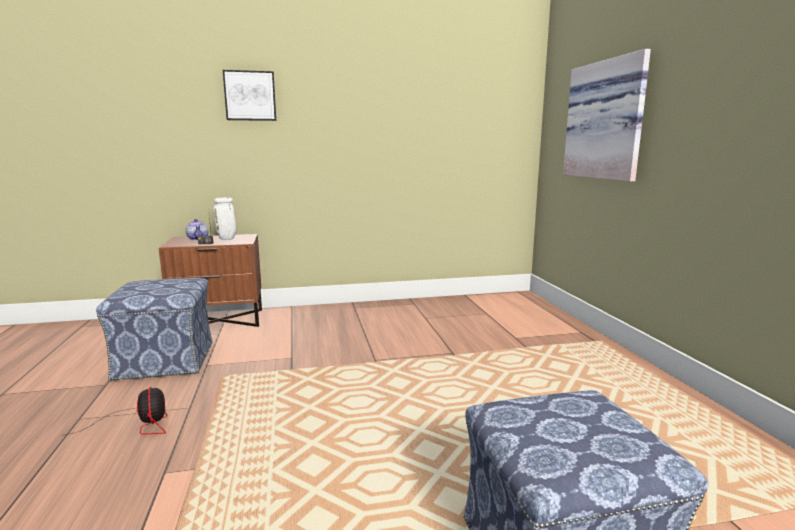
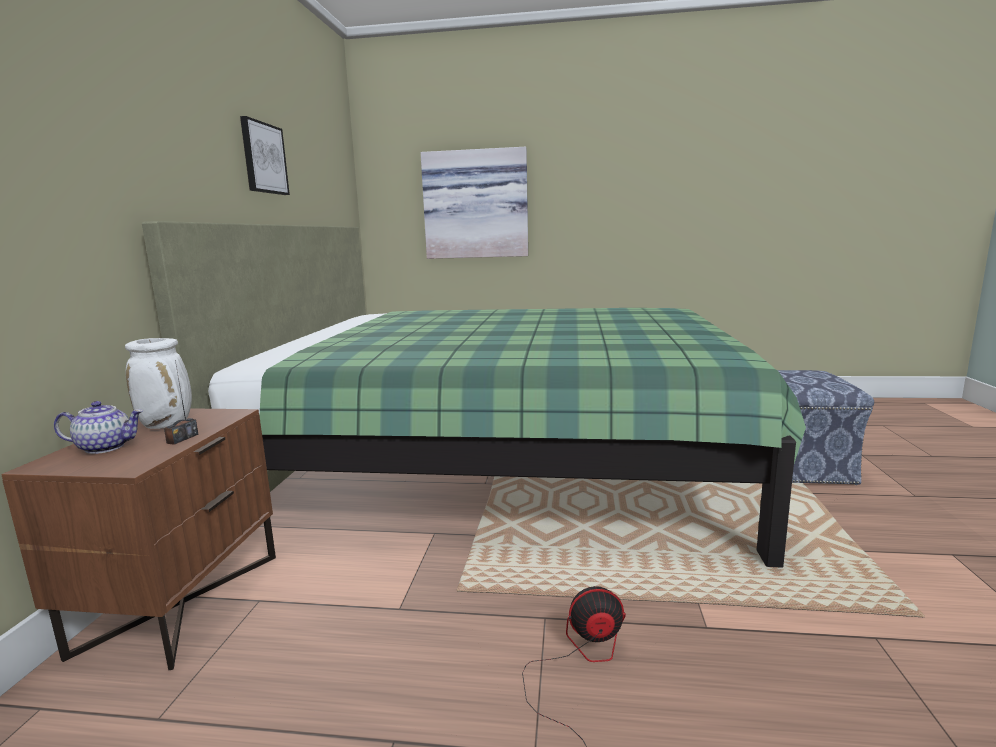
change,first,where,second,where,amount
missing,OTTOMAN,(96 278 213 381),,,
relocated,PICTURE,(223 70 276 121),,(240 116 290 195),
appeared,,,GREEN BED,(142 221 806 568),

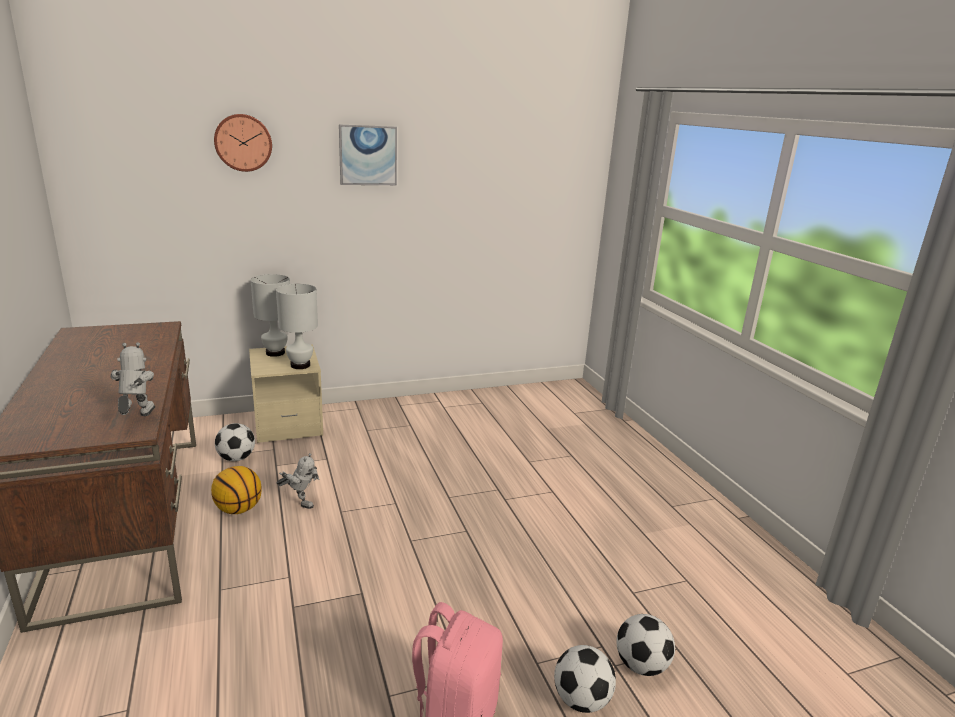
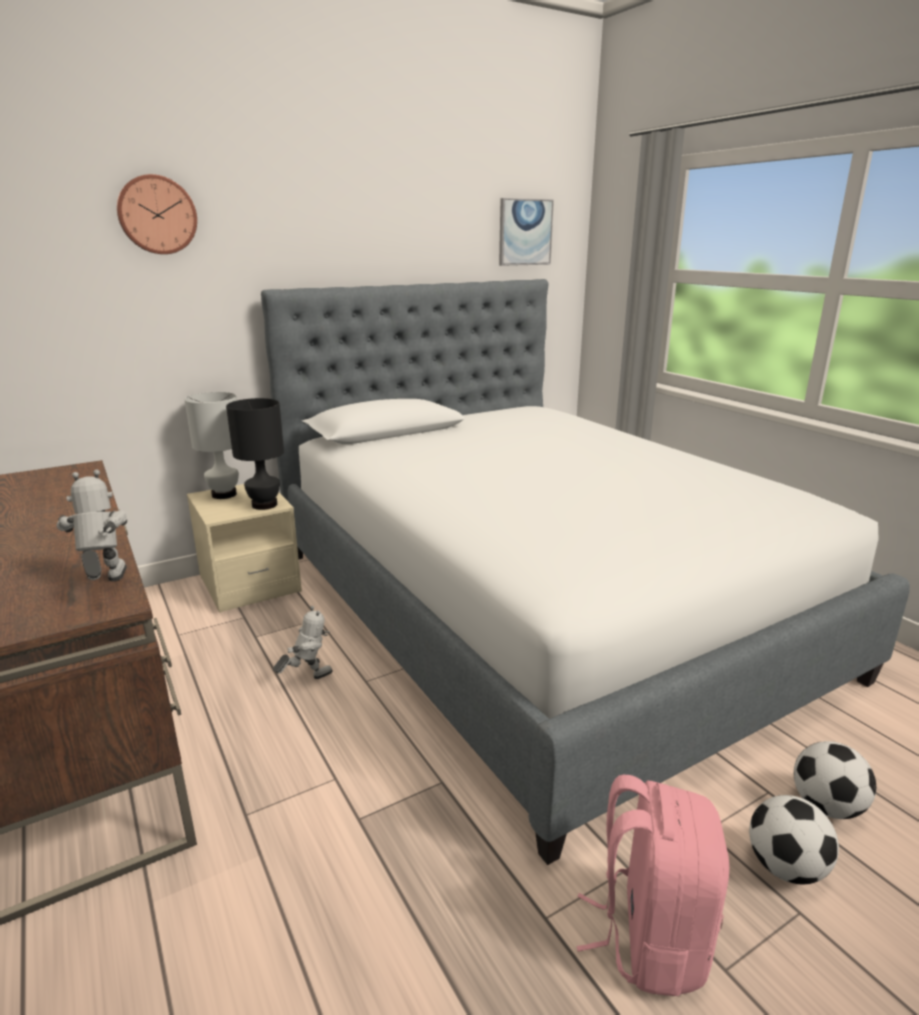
change,first,where,second,where,amount
missing,BASKETBALL,(211 466 261 514),,,
missing,FOOTBALL,(215 423 255 461),,,
colour,WHITE TABLE LAMP,(276 284 318 369),BLACK TABLE LAMP,(226 398 284 510),
spun,TOY ROBOT,(277 453 319 509),,(273 606 333 679),45 degrees counterclockwise
relocated,PICTURE,(339 124 397 185),,(499 198 554 266),
appeared,,,BED,(261 279 910 865),

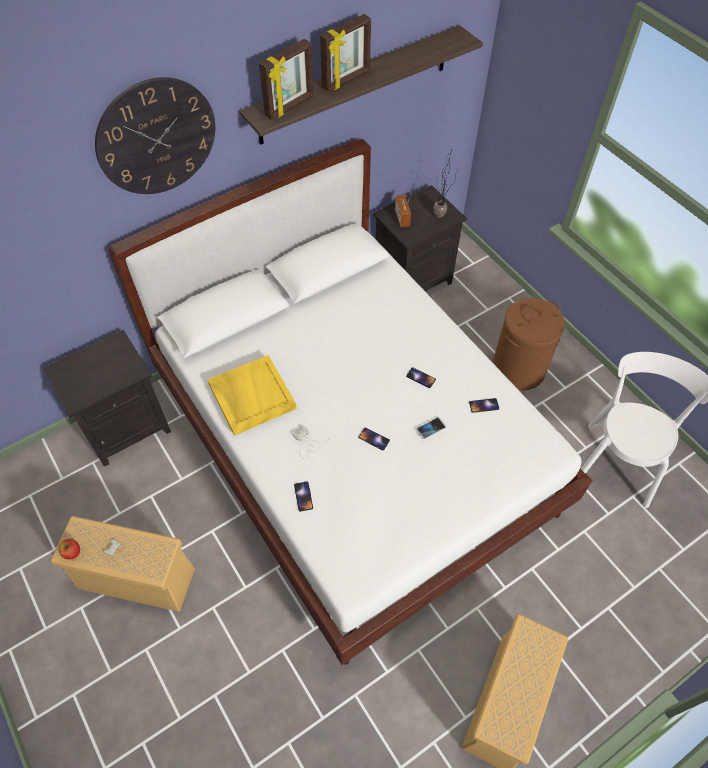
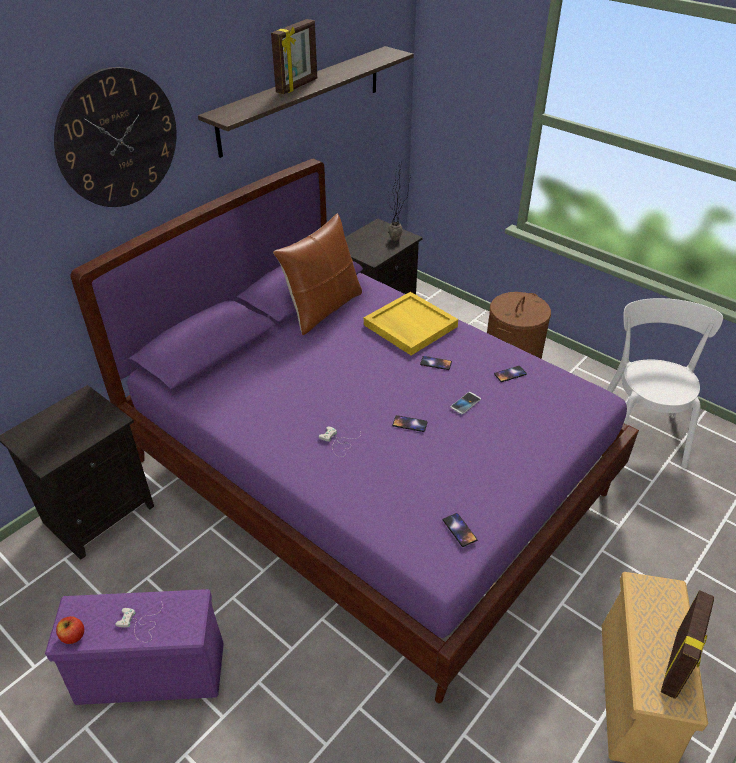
change,first,where,second,where,amount
colour,BEIGE STORAGE BOX,(50 516 195 612),PURPLE STORAGE BOX,(45 589 224 705),
colour,WHITE BED,(108 139 593 665),PURPLE BED,(70 159 639 703),
relocated,YELLOW TRAY,(208 355 297 436),,(364 292 458 356),
relocated,PICTURE FRAME,(259 39 314 120),,(661 590 714 699),
relocated,PHONE,(294 482 313 512),,(443 513 477 547),
missing,RADIO,(395 191 412 227),,,
appeared,,,BROWN PILLOW,(273 213 362 335),

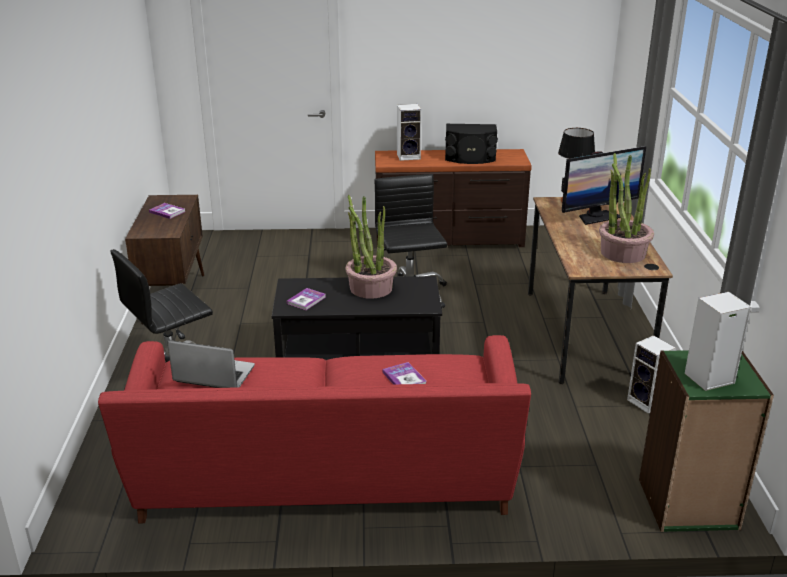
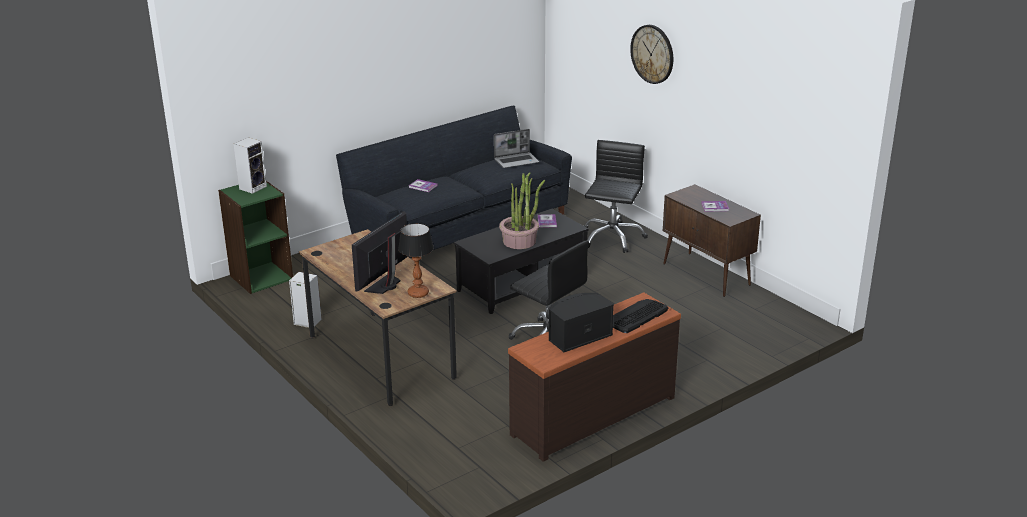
change,first,where,second,where,amount
colour,RED SOFA,(98 335 531 523),BLACK SOFA,(336 106 572 258),
exchanged,SPEAKER,(397 104 421 161),KEYBOARD,(613 299 668 333),
missing,POTTED PLANT,(599 153 654 263),,,
appeared,,,WALL CLOCK,(630 25 673 84),

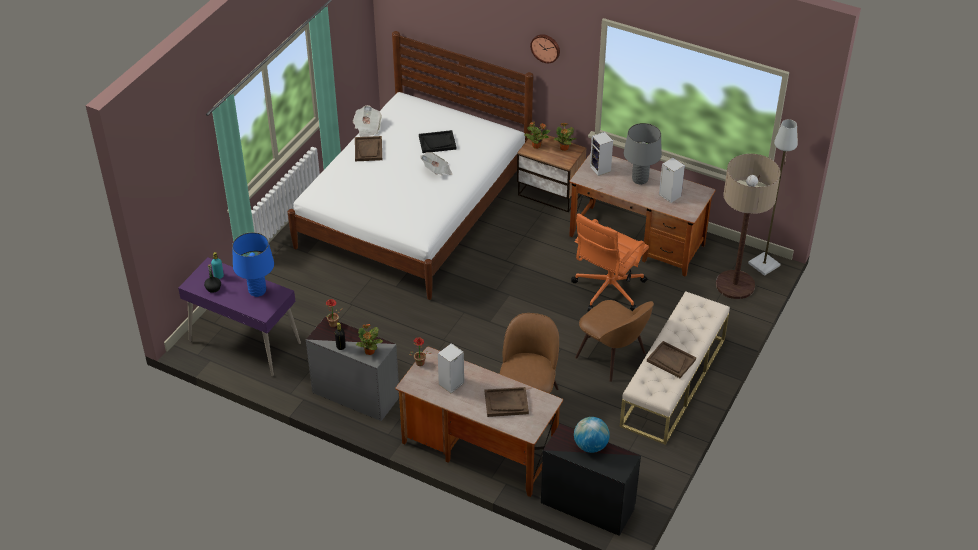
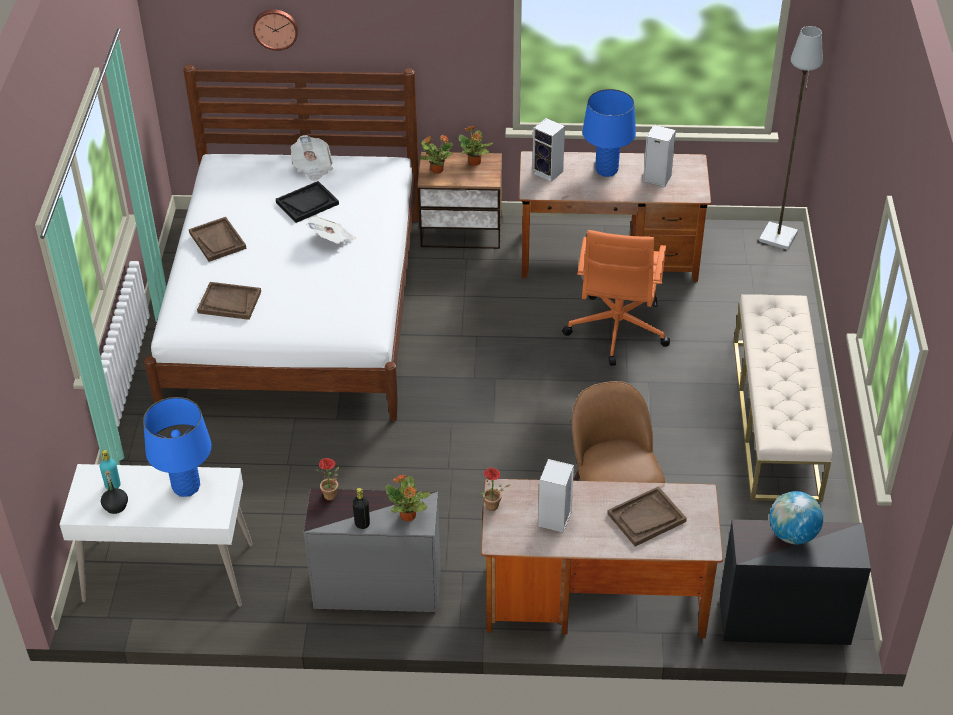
change,first,where,second,where,amount
colour,PURPLE DESK,(178 257 301 376),WHITE DESK,(60 464 253 607),
relocated,NEWSPAPER,(353 105 382 137),,(291 135 333 181),
relocated,WALL CLOCK,(530 34 560 63),,(253 9 298 51),
missing,BROWN CHAIR,(575 300 654 382),,,
colour,GREY TABLE LAMP,(624 123 662 185),BLUE TABLE LAMP,(582 89 636 177),
relocated,BROWN TRAY,(647 341 696 378),,(197 282 261 320),
missing,FLOOR LAMP,(716 154 781 299),,,

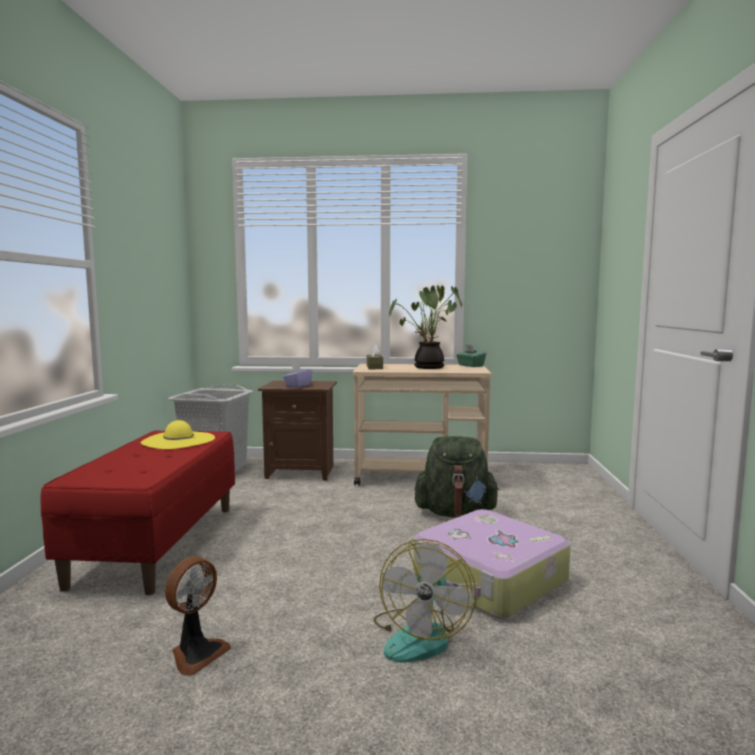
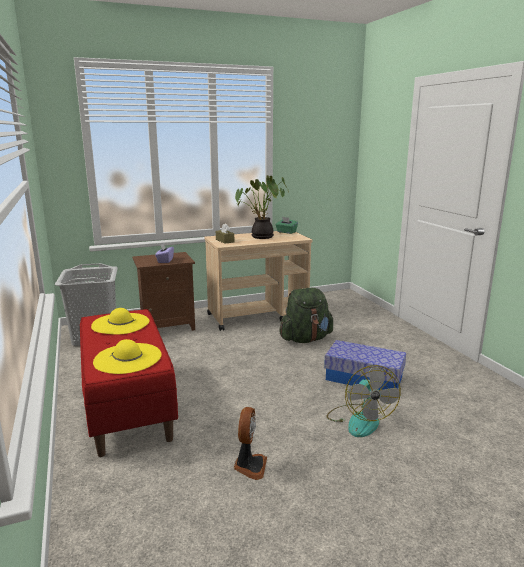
change,first,where,second,where,amount
exchanged,SUITCASE,(413 509 571 619),STORAGE BOX,(324 340 406 390),
appeared,,,YELLOW HAT,(93 339 162 374),

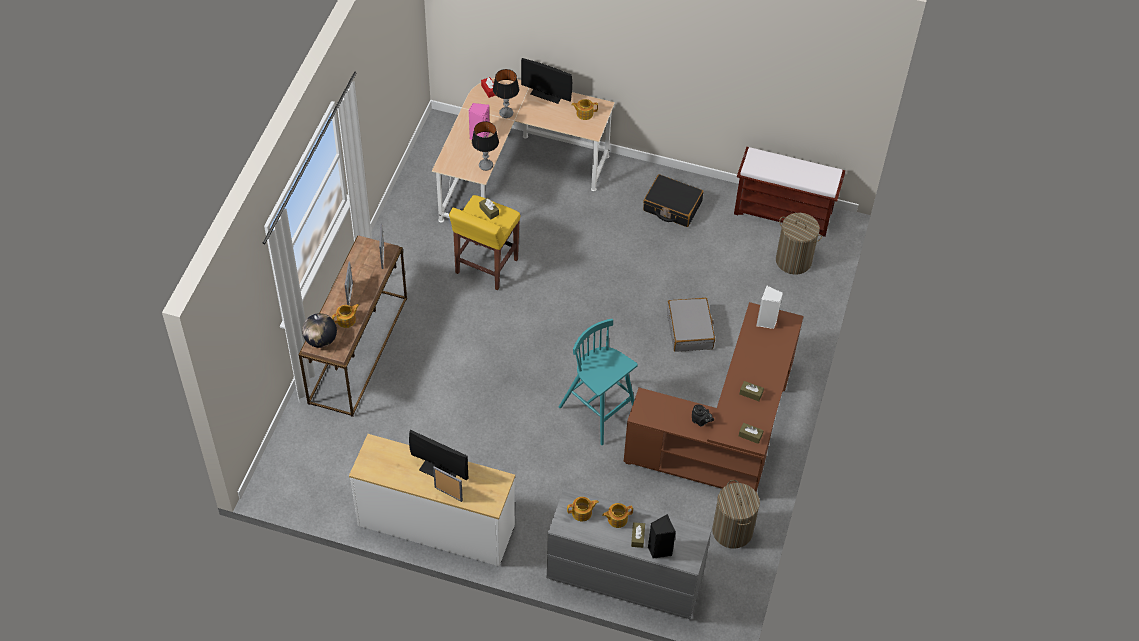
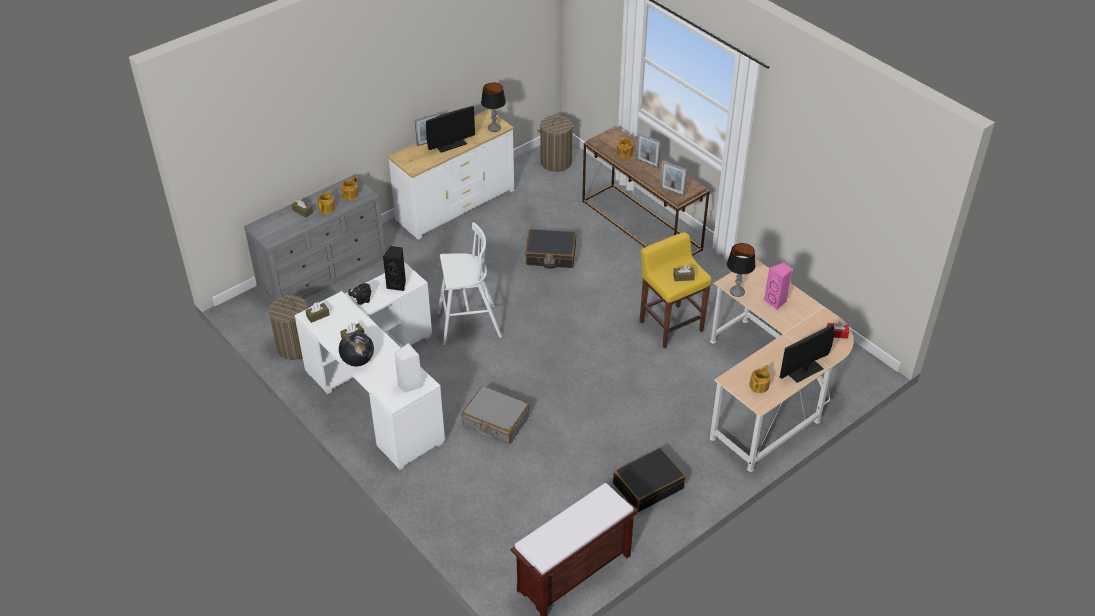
change,first,where,second,where,amount
relocated,GLOBE,(302 313 337 348),,(339 332 374 367),
relocated,TABLE LAMP,(493 69 519 118),,(481 83 506 132),
colour,TURQUOISE STOOL,(559 319 638 445),WHITE STOOL,(437 222 502 345),
colour,BROWN DESK,(623 302 803 492),WHITE DESK,(295 263 445 470),
relocated,BLACK SPEAKER,(648 514 676 559),,(383 246 406 291),
relocated,LAUNDRY BASKET,(776 213 822 275),,(537 115 575 172),
appeared,,,BLACK SUITCASE,(525 229 576 269),

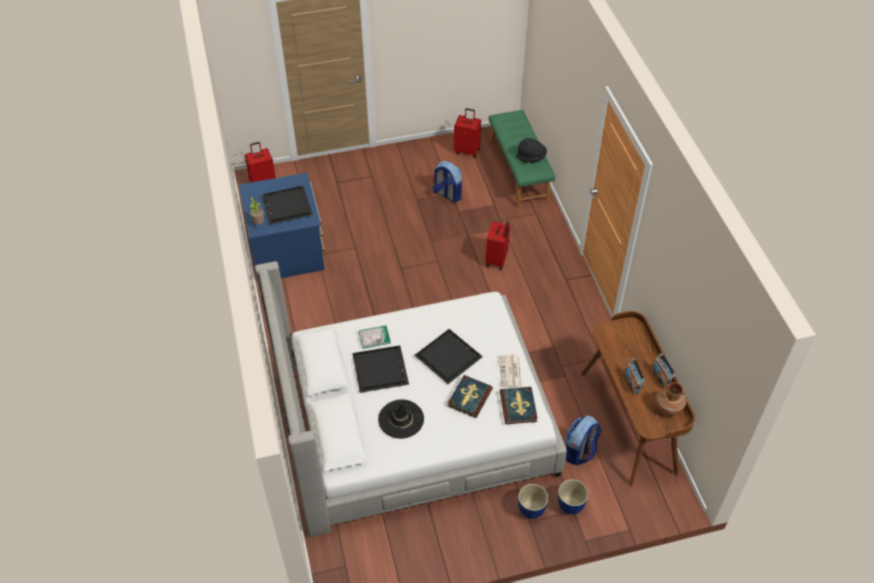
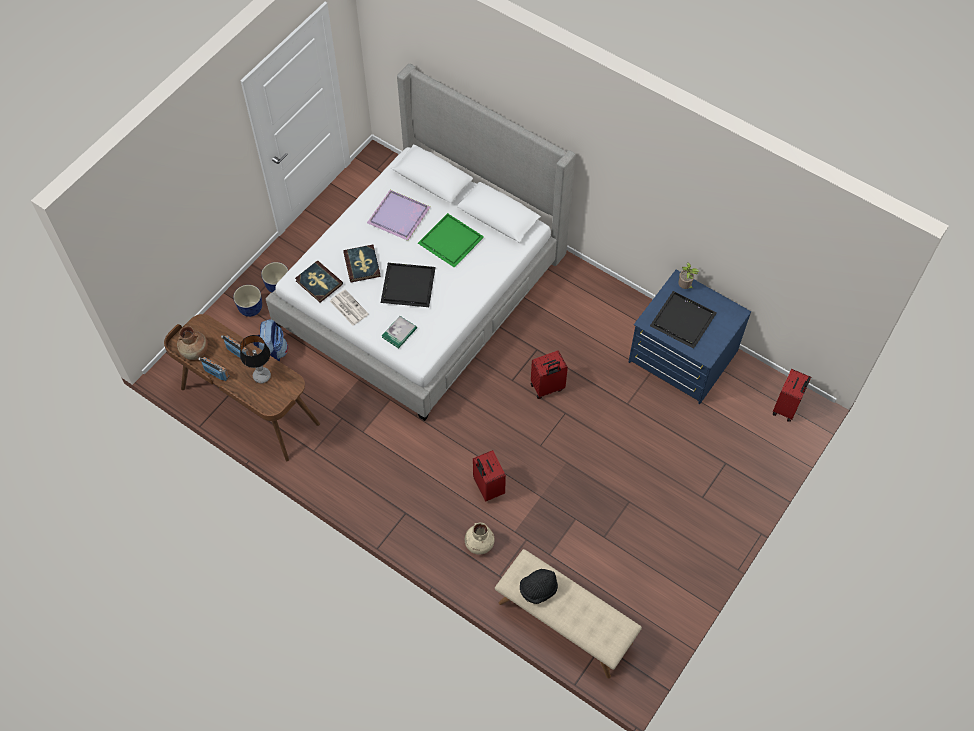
change,first,where,second,where,amount
colour,BLACK TRAY,(352 345 409 393),GREEN TRAY,(418 213 484 268),
relocated,BOOK,(359 325 391 349),,(382 316 417 349),
exchanged,BLACK HAT,(378 399 424 439),PURPLE TRAY,(367 190 430 241),
missing,BACKPACK,(432 161 462 203),,,
relocated,RED SUITCASE,(454 108 481 158),,(531 350 568 399),
colour,GREEN BENCH,(489 110 555 208),BEIGE BENCH,(495 549 642 678),
appeared,,,TABLE LAMP,(240 335 271 383),
appeared,,,BEIGE VASE,(465 522 495 554),

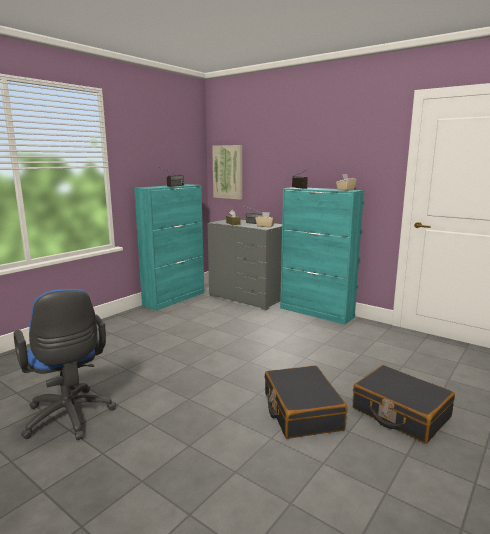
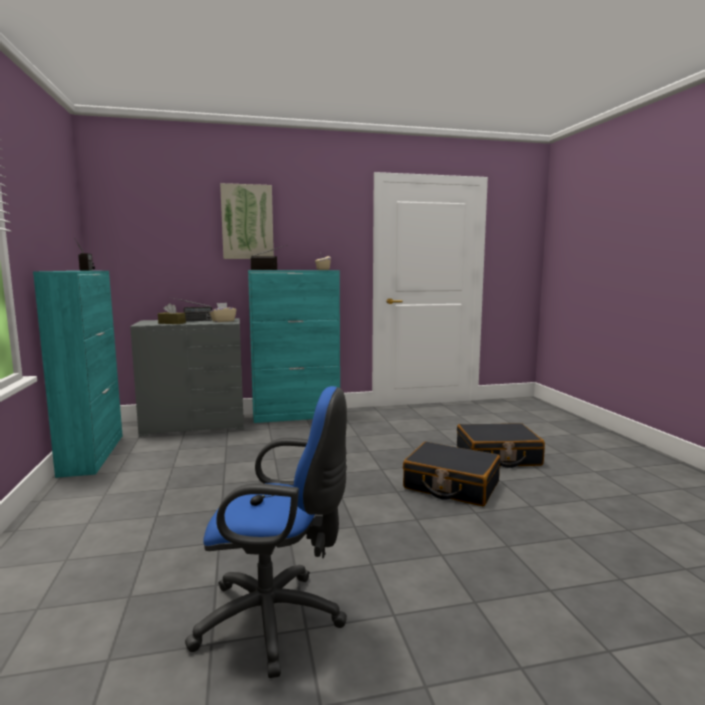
change,first,where,second,where,amount
relocated,PICTURE,(212 145 242 200),,(220 183 274 259),

